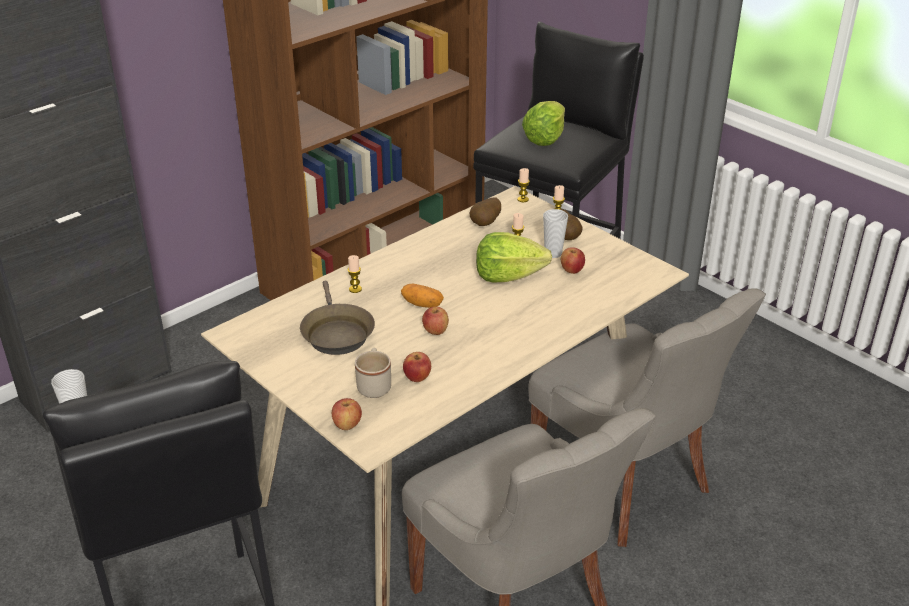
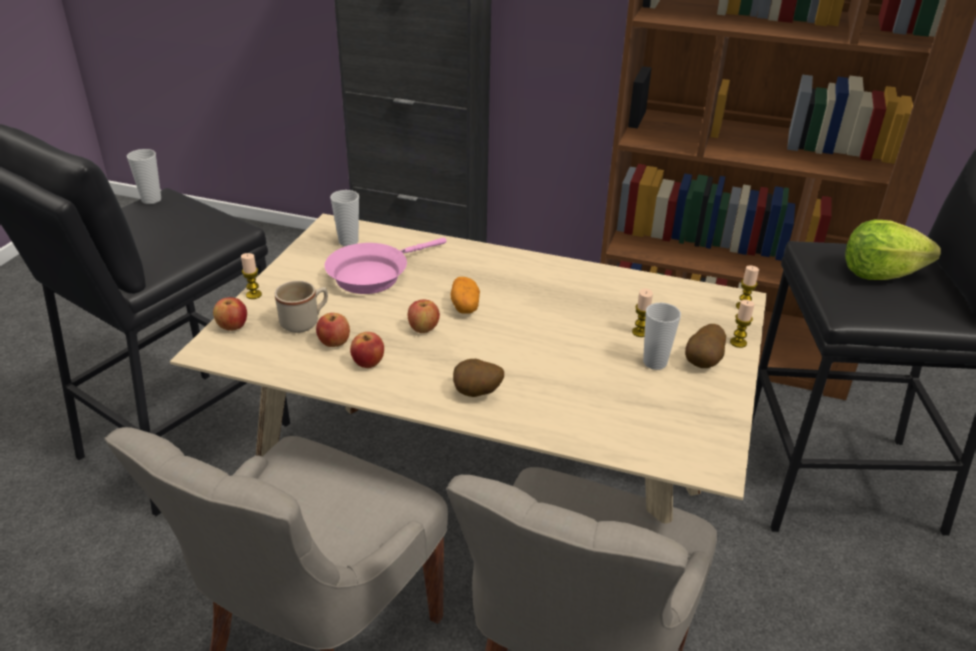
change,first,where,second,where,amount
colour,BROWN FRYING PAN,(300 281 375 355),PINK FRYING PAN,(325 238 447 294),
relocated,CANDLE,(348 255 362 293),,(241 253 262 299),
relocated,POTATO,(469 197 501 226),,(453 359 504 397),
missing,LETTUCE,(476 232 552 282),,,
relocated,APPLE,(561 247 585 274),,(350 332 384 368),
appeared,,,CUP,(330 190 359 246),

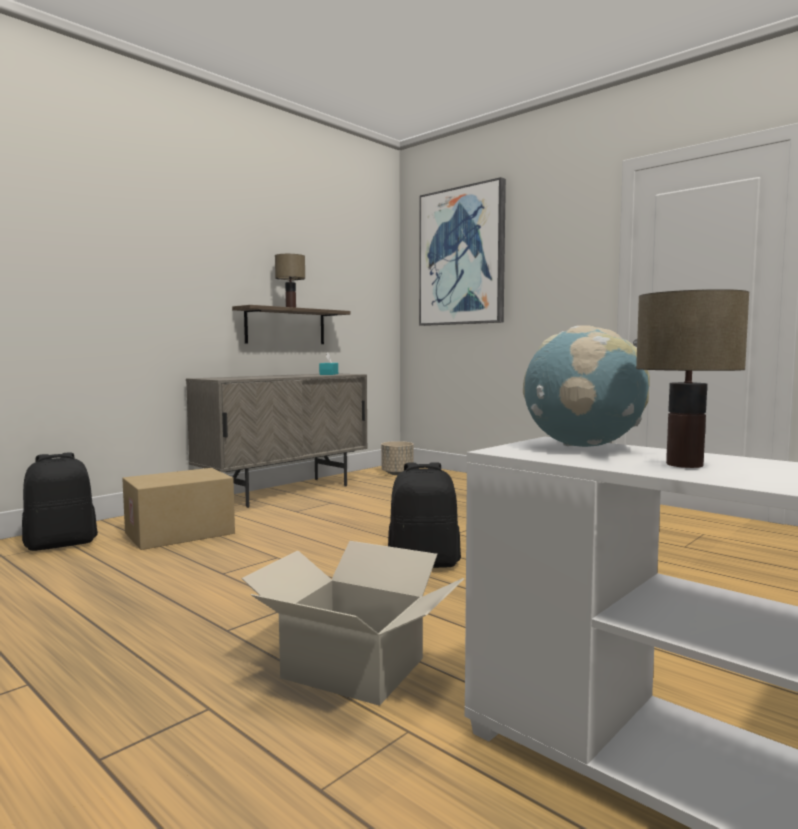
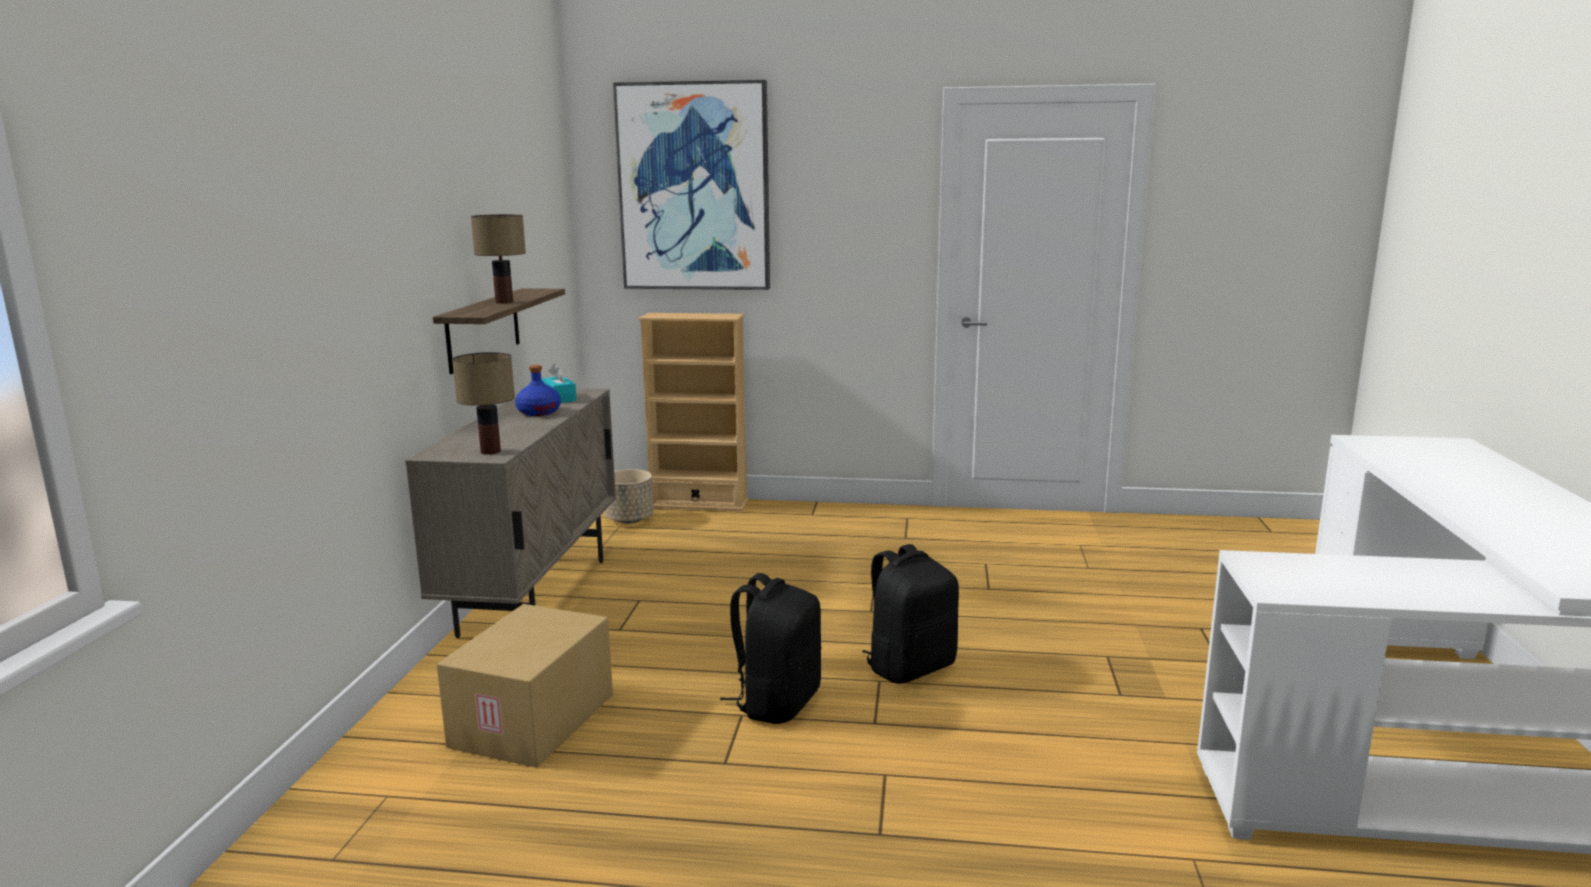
change,first,where,second,where,amount
relocated,BLACK BACKPACK,(22 452 98 551),,(720 573 821 724),
missing,CARDBOARD BOX,(241 541 465 706),,,
missing,GLOBE,(523 325 650 447),,,
relocated,TABLE LAMP,(636 289 749 468),,(452 352 515 455),
appeared,,,BLUE BOTTLE,(515 365 561 416),
appeared,,,BEIGE BOOKCASE,(638 313 749 511),

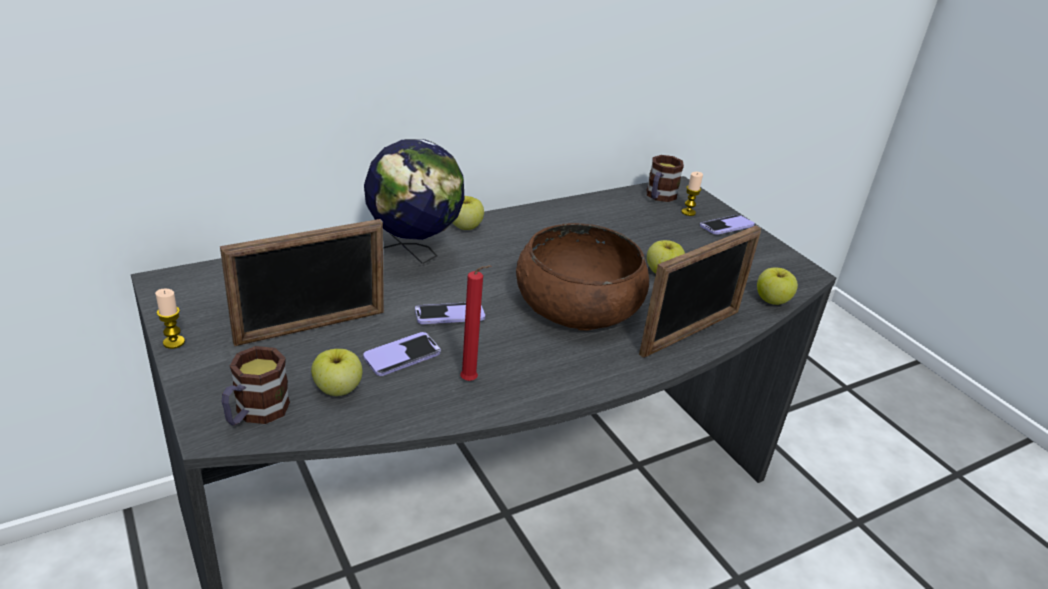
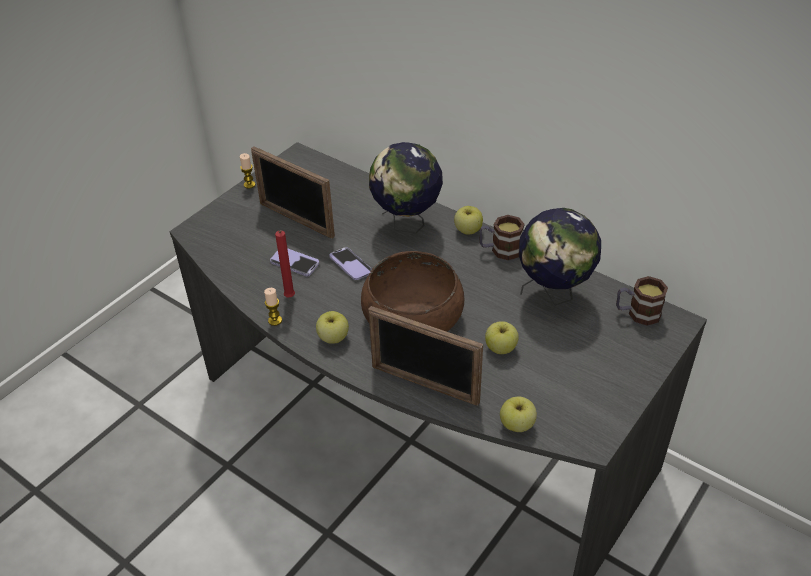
change,first,where,second,where,amount
relocated,MUG,(222 346 290 426),,(479 215 525 260),
relocated,APPLE,(311 349 362 396),,(316 311 349 344),
relocated,CANDLE,(681 172 703 216),,(264 288 282 326),
missing,PHONE,(700 215 755 235),,,
appeared,,,GLOBE,(519 208 601 306),

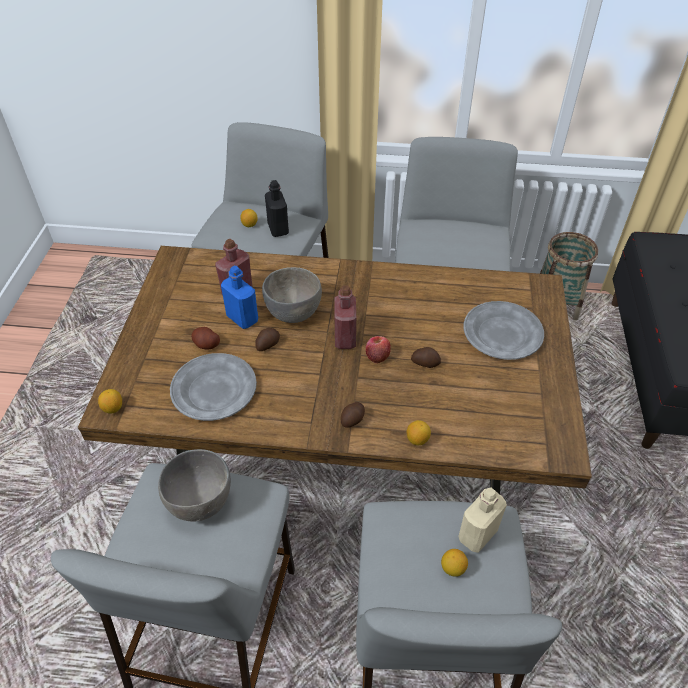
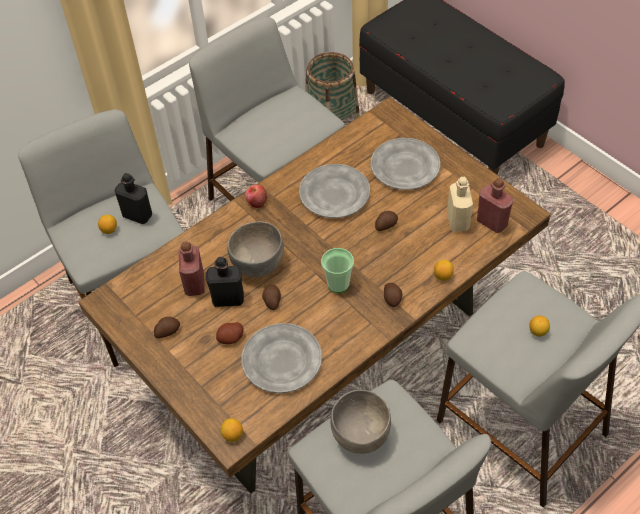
change,first,where,second,where,amount
colour,BLUE BOTTLE,(221 266 258 329),BLACK BOTTLE,(206 257 244 307),
relocated,RED BOTTLE,(335 286 356 349),,(477 178 513 233),
relocated,APPLE,(366 336 391 363),,(245 184 267 208),
relocated,BEIGE BOTTLE,(458 488 507 553),,(447 177 473 232),
appeared,,,POTATO,(154 317 180 338),
appeared,,,GREY PLATE,(299 164 370 218),
appeared,,,CUP,(321 248 354 293),

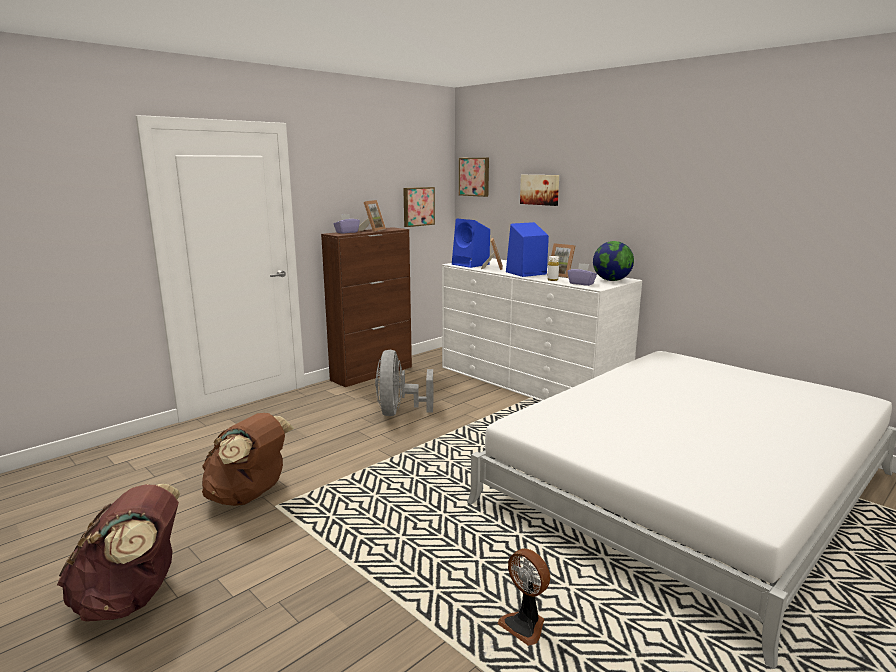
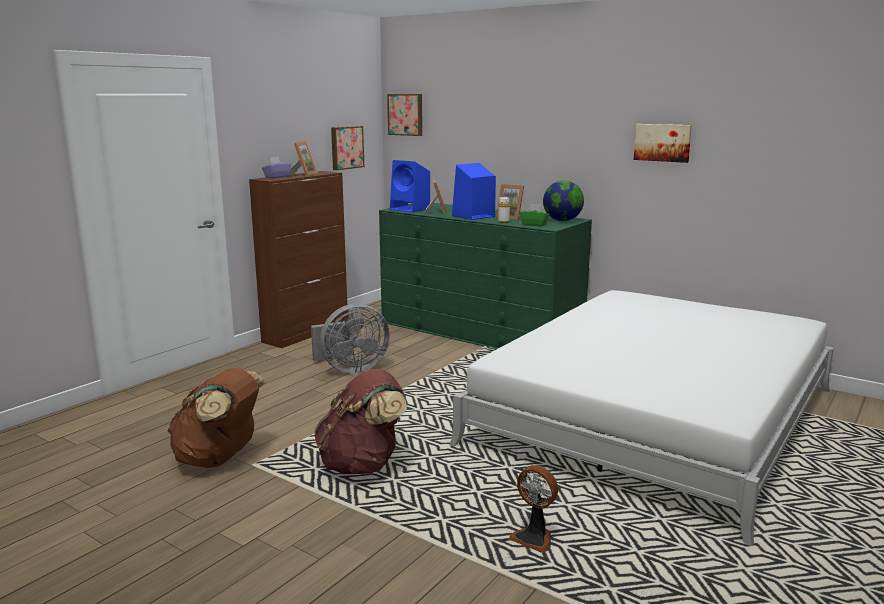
change,first,where,second,where,amount
relocated,BROWN BACKPACK,(57 484 180 622),,(314 369 407 474),
spun,GREY FAN,(375 350 433 416),,(311 303 390 373),105 degrees counterclockwise
colour,WHITE DRESSER,(442 258 642 401),GREEN DRESSER,(379 202 592 349),
relocated,PICTURE,(520 175 559 206),,(634 124 692 163),
colour,PURPLE TISSUE BOX,(568 263 597 286),GREEN TISSUE BOX,(520 204 549 226),

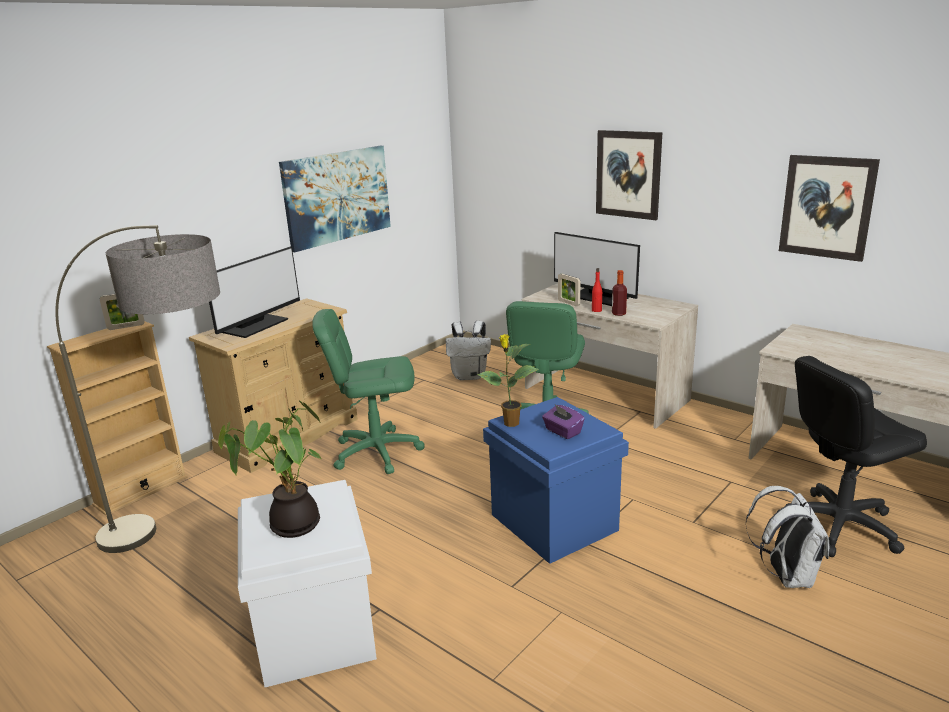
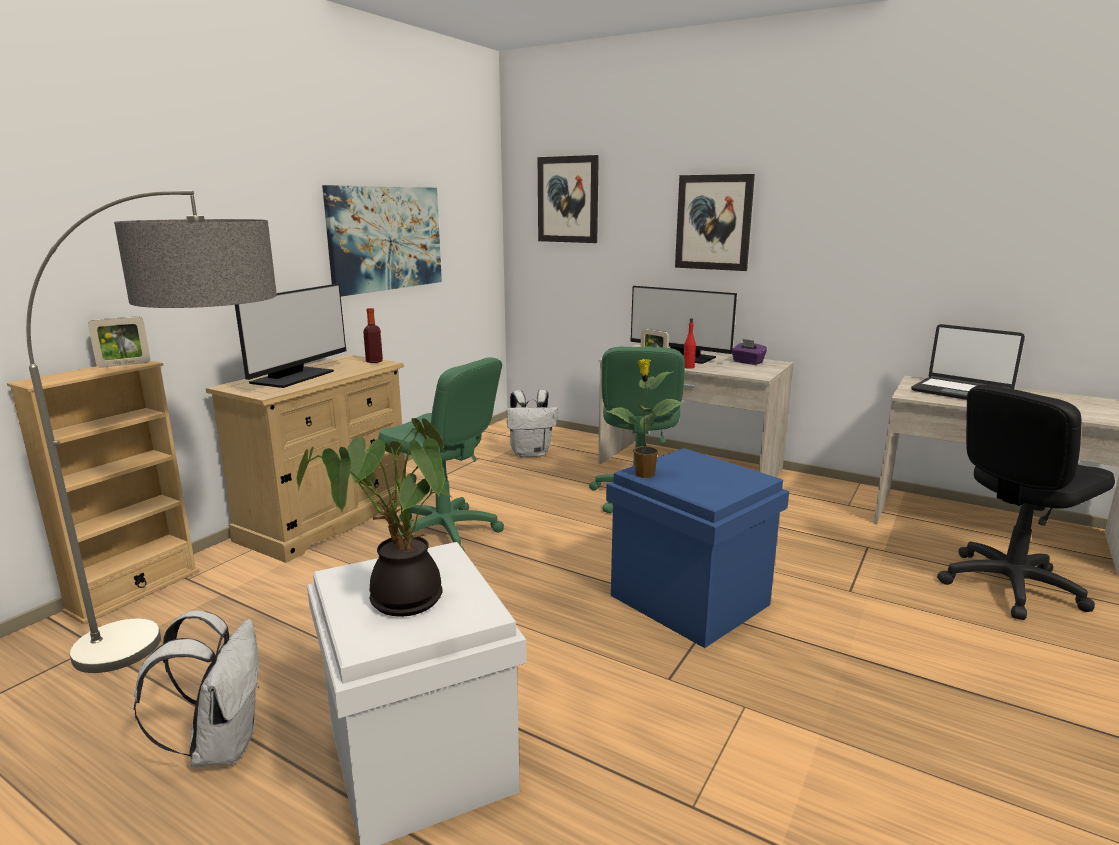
change,first,where,second,where,amount
spun,GREEN OFFICE CHAIR,(312 309 425 474),,(378 358 504 552),135 degrees counterclockwise
relocated,PURPLE TISSUE BOX,(542 404 585 439),,(732 339 767 365),
relocated,BOTTLE,(612 270 627 316),,(363 308 383 363),
relocated,WHITE BACKPACK,(746 486 829 588),,(134 611 259 767),
relocated,PICTURE,(779 155 880 262),,(538 155 599 243),
appeared,,,LAPTOP,(911 324 1025 400),

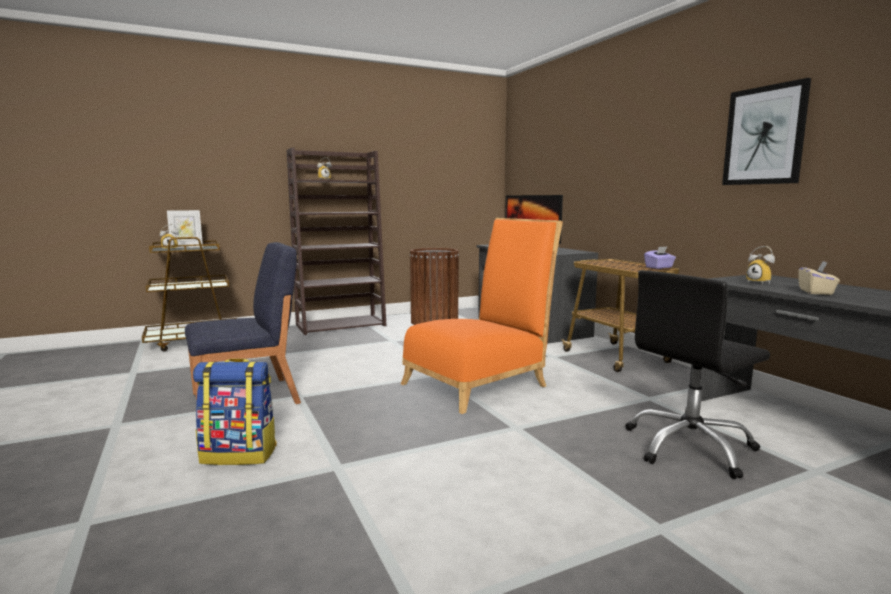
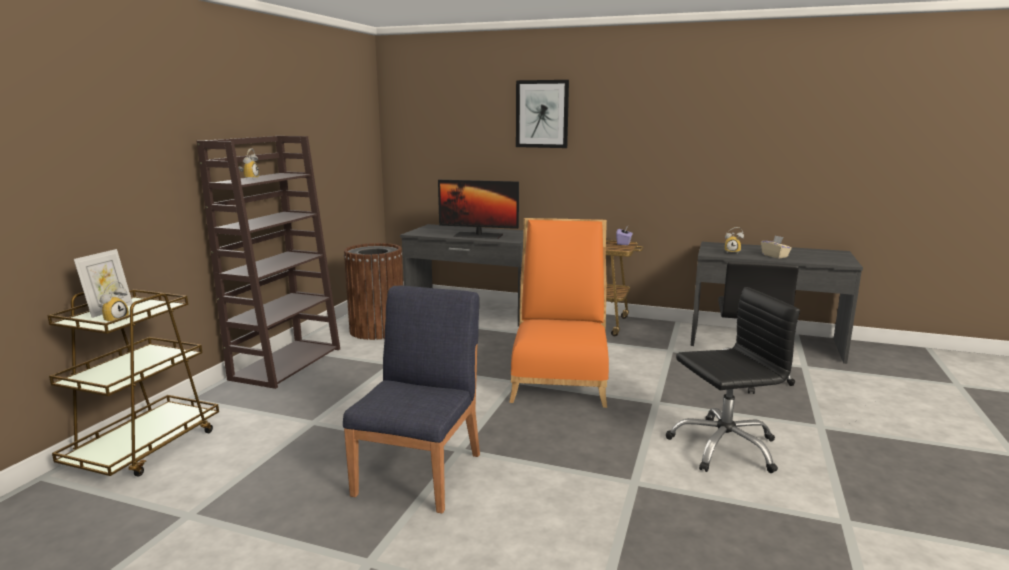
change,first,where,second,where,amount
missing,BACKPACK,(193 358 277 465),,,
relocated,PICTURE,(722 78 811 185),,(516 80 569 148),
appeared,,,BLACK OFFICE CHAIR,(666 287 800 473),

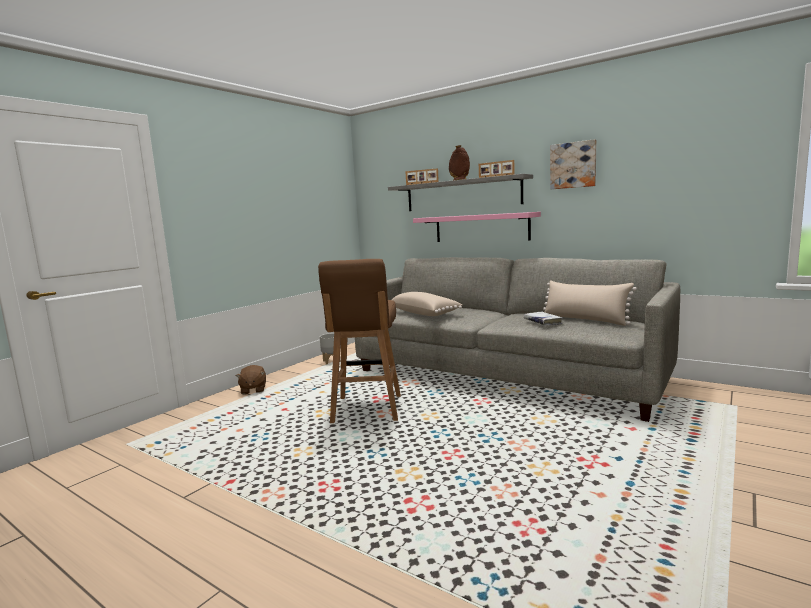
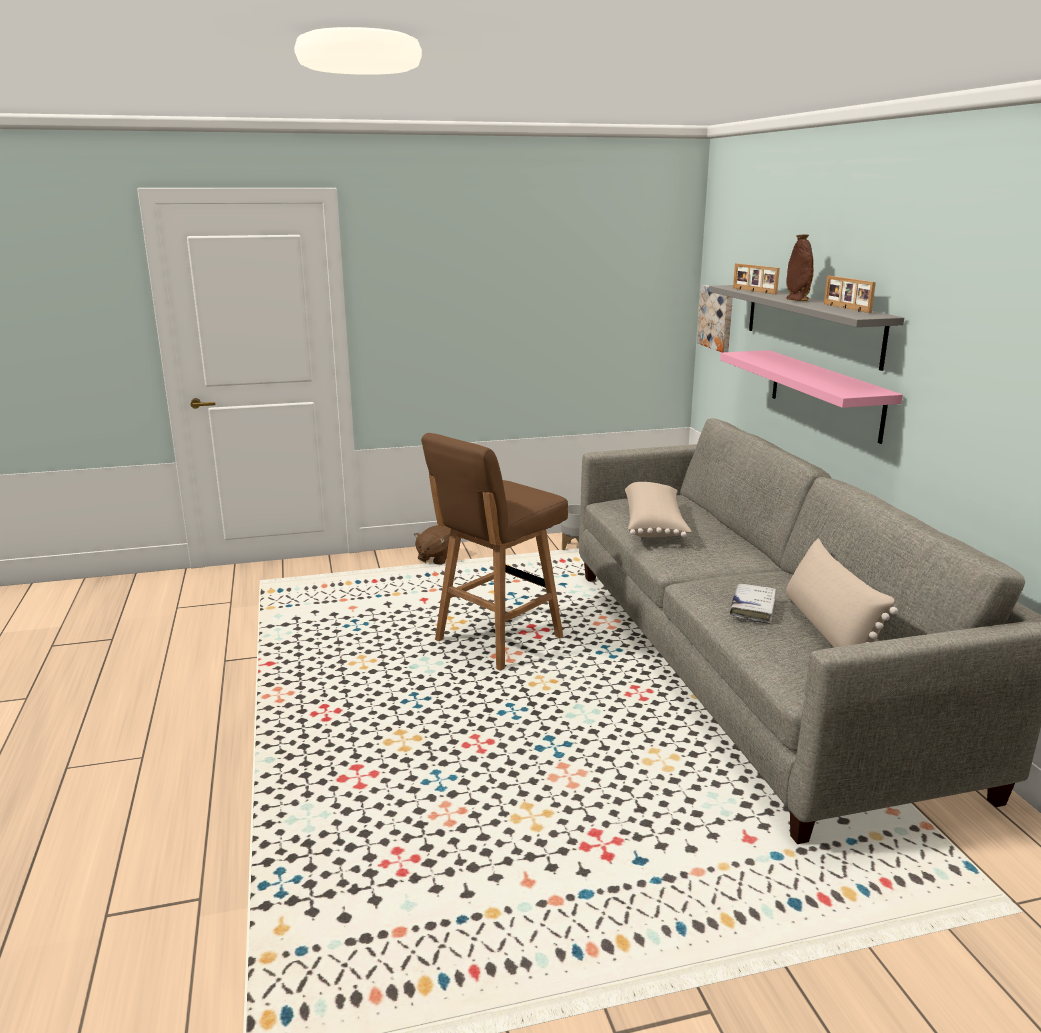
change,first,where,second,where,amount
relocated,PICTURE,(550 139 596 189),,(697 285 733 352),

